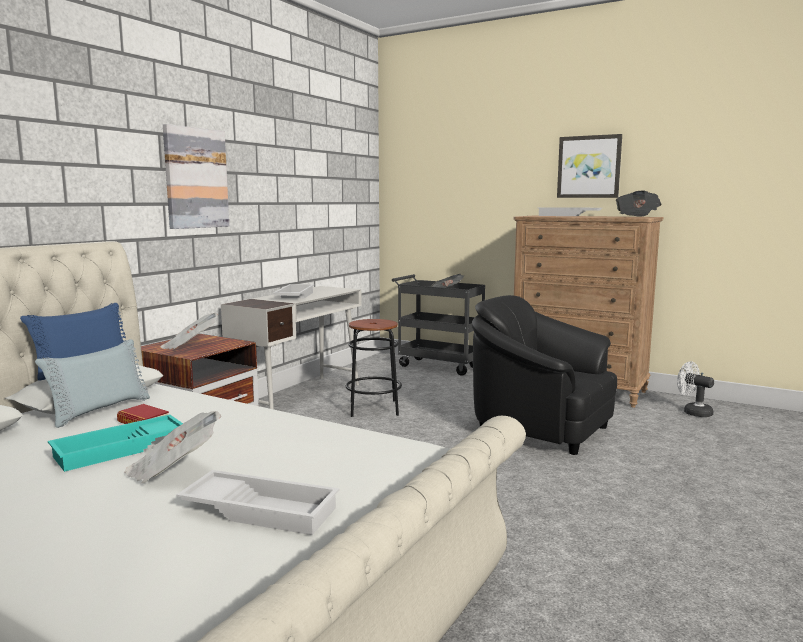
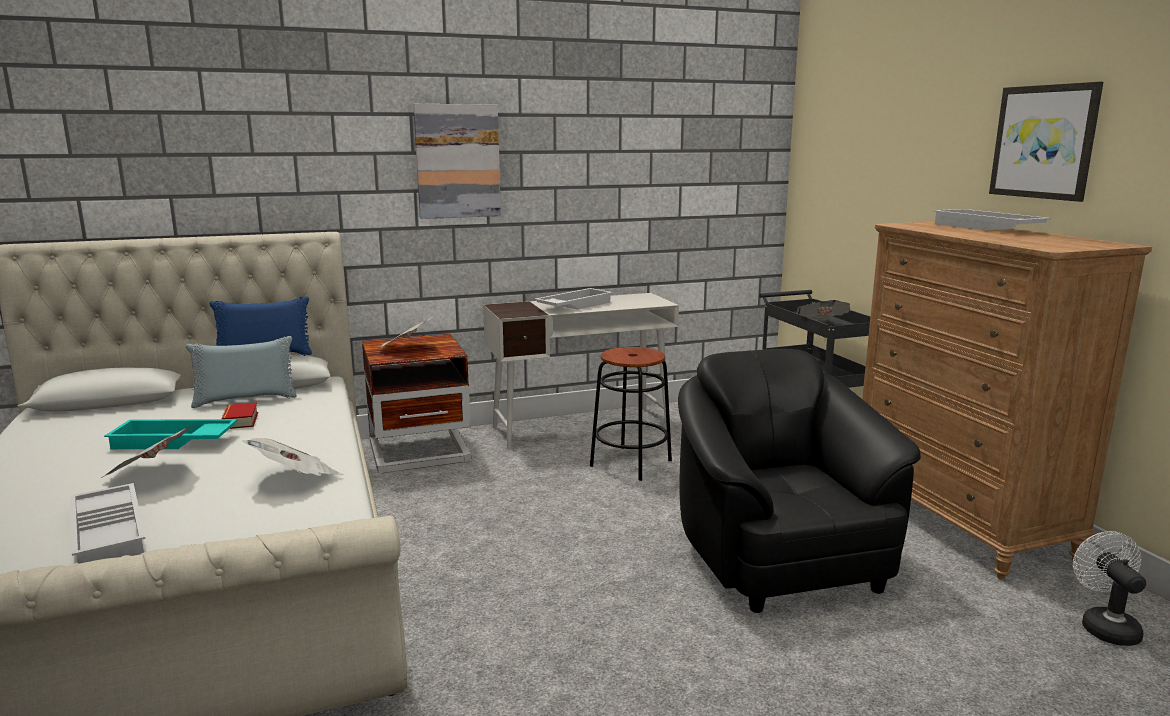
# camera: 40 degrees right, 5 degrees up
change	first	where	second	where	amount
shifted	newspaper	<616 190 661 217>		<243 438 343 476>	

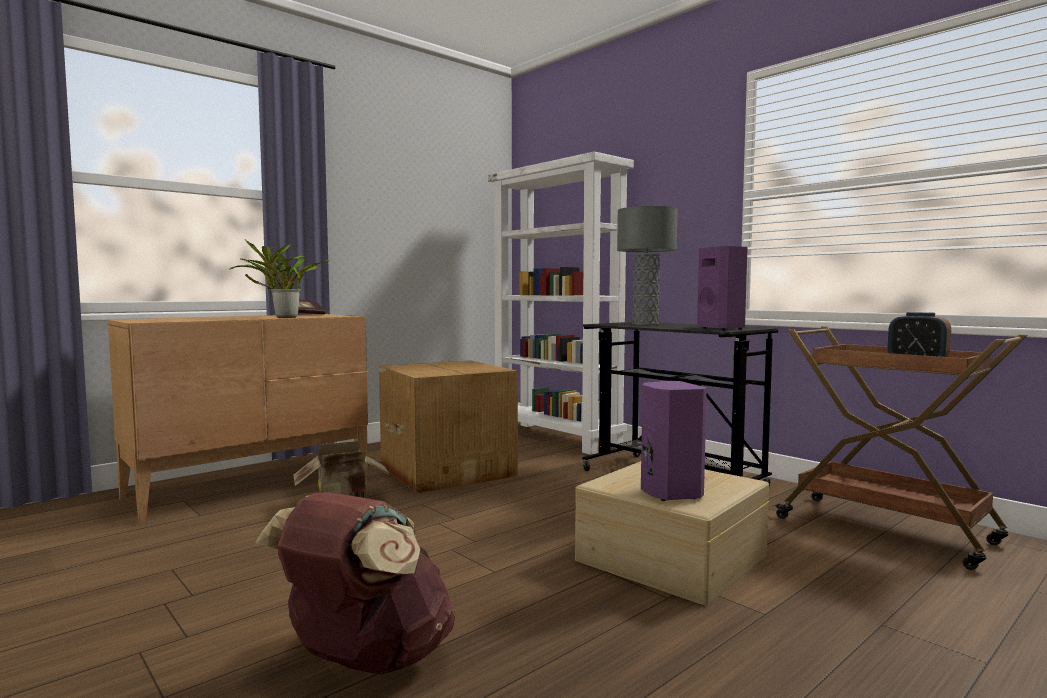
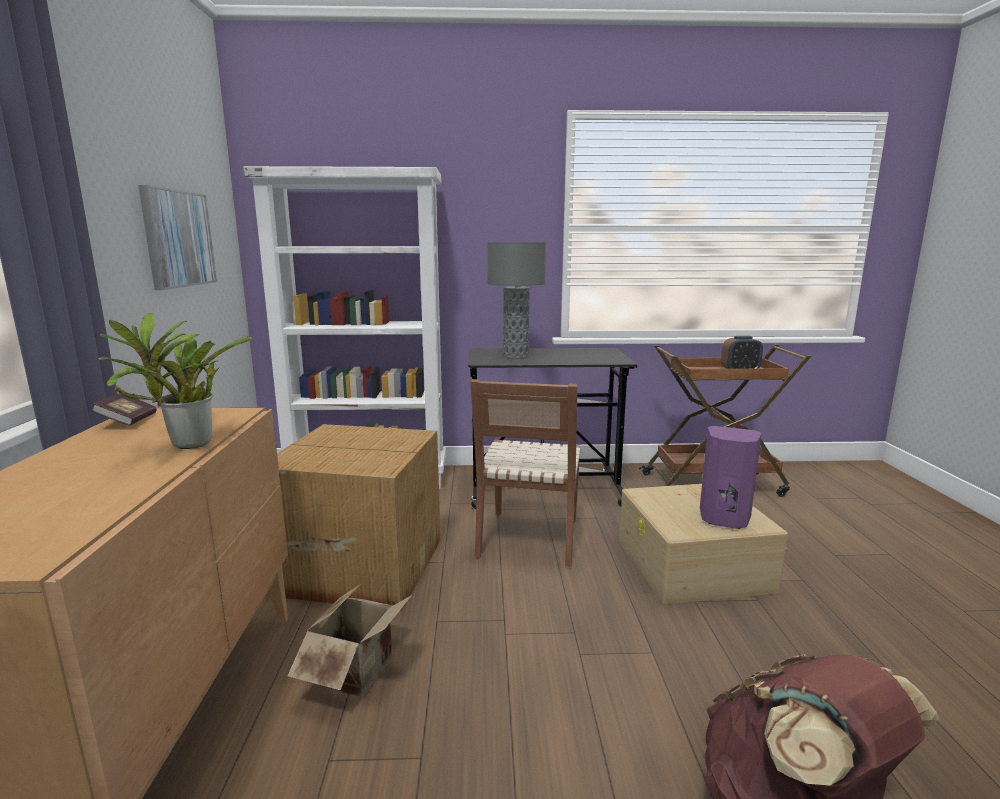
# camera: 50 degrees left, 10 degrees up
change	first	where	second	where	amount
gone	speaker/purple	<697 246 748 330>			
new			picture	<138 185 217 290>	
new			chair	<470 379 580 567>	

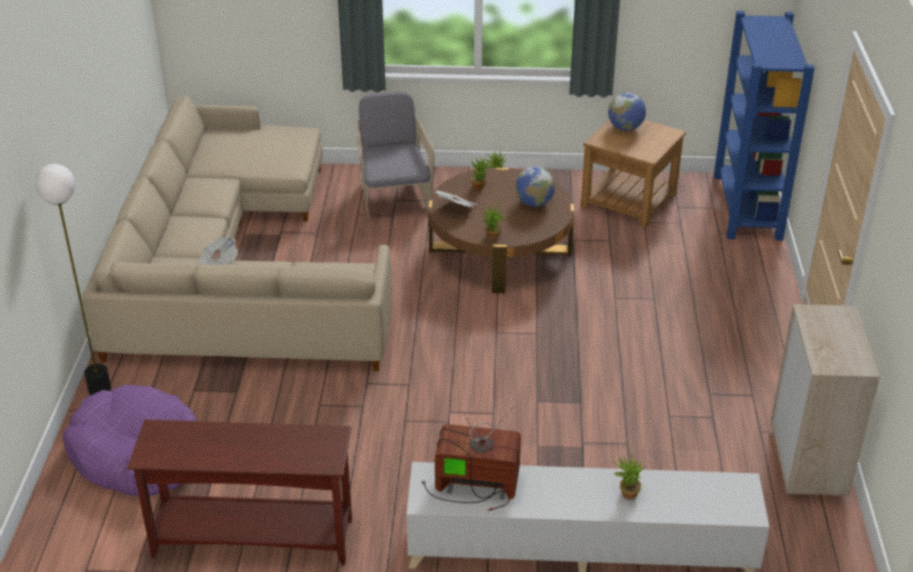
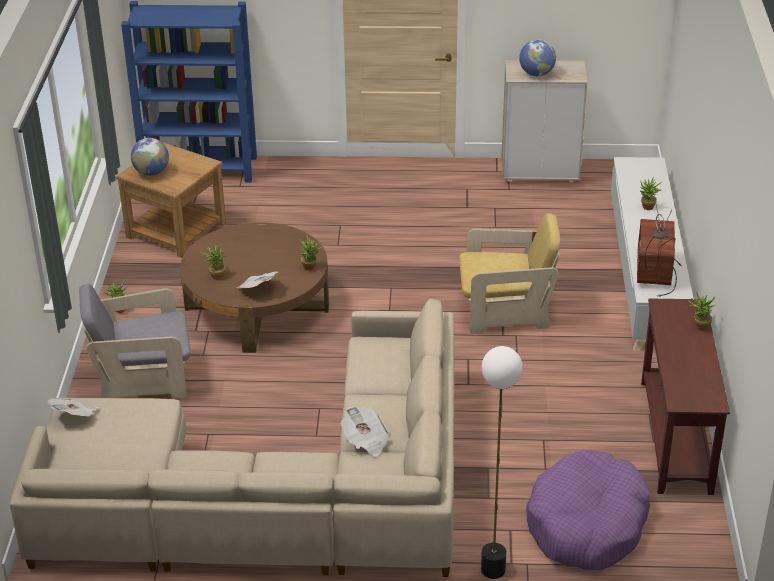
# camera: 90 degrees left, 0 degrees up
change	first	where	second	where	amount
shifted	globe	<515 167 555 207>		<519 39 556 76>	
new			newspaper	<47 398 99 417>	
new			armchair/yellow	<459 213 560 334>	
new			potted plant	<688 291 716 331>	

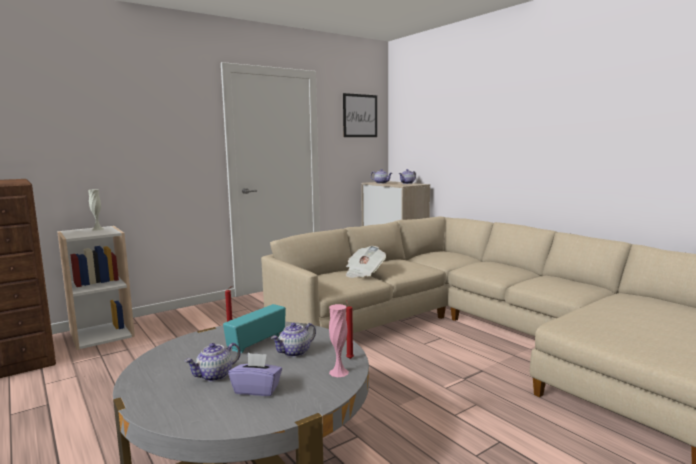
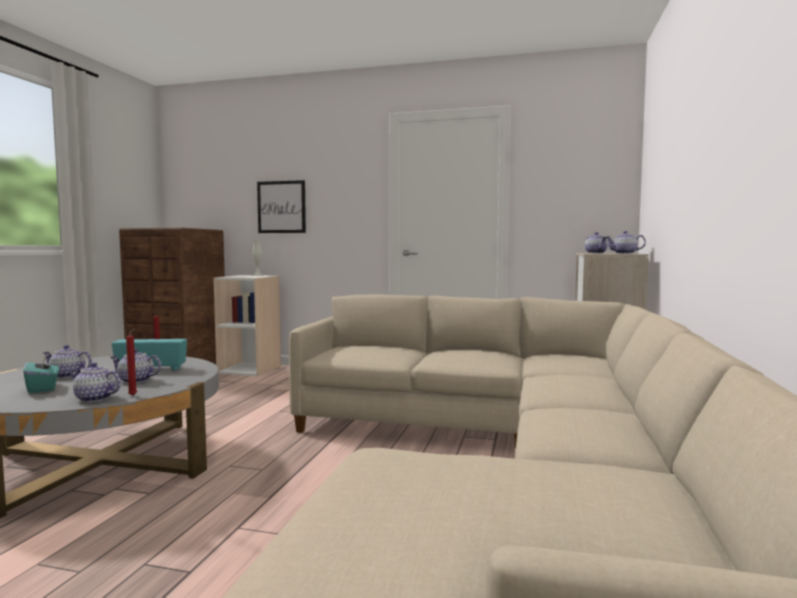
# camera: 50 degrees right, 5 degrees down
change	first	where	second	where	amount
repainted	tissue box/purple	<228 353 282 396>	tissue box/turquoise	<23 353 59 393>	
swapped	vase/pink	<329 304 349 377>	teapot	<69 362 121 402>	
shifted	picture	<343 93 377 137>		<257 180 306 233>	
gone	newspaper	<346 246 386 278>			

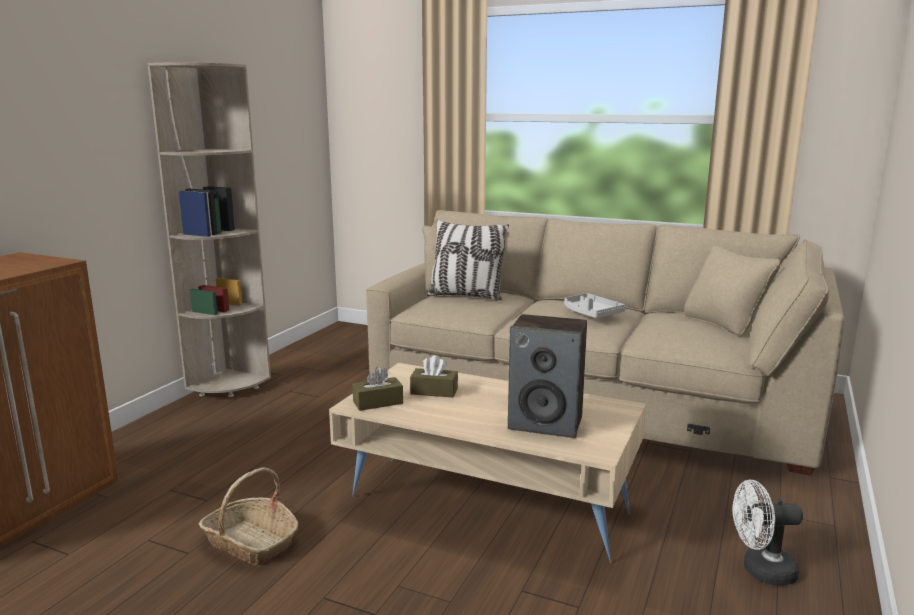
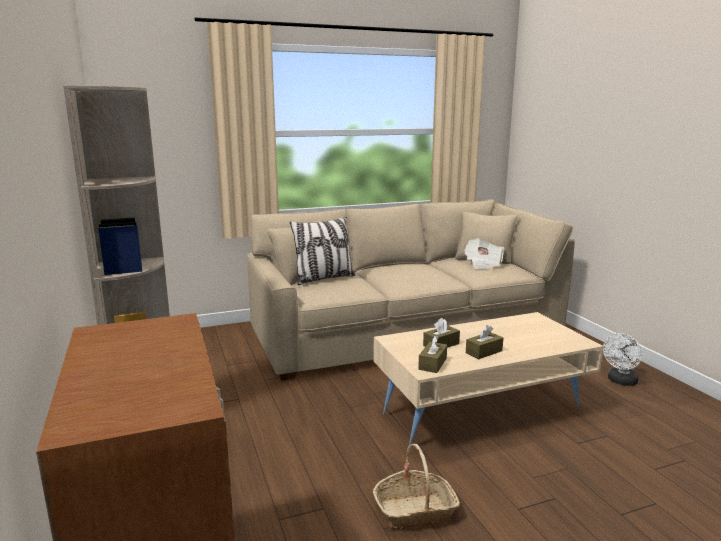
# camera: 45 degrees left, 0 degrees up
change	first	where	second	where	amount
gone	speaker	<508 314 587 438>			
gone	tray/grey	<564 293 626 318>			
new			newspaper	<464 238 505 269>	
new			tissue box/brown	<466 325 503 359>	

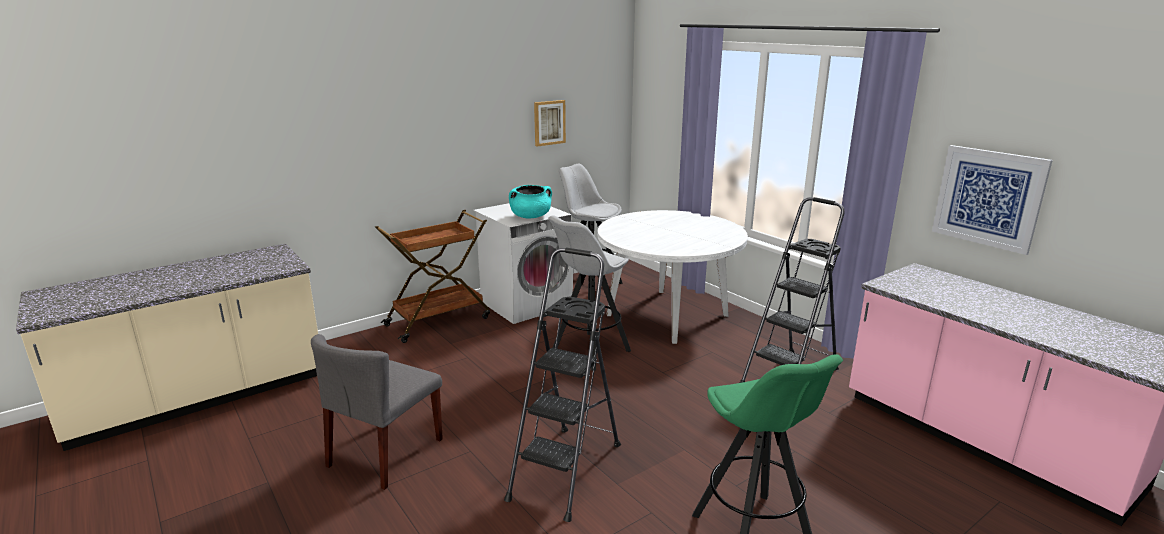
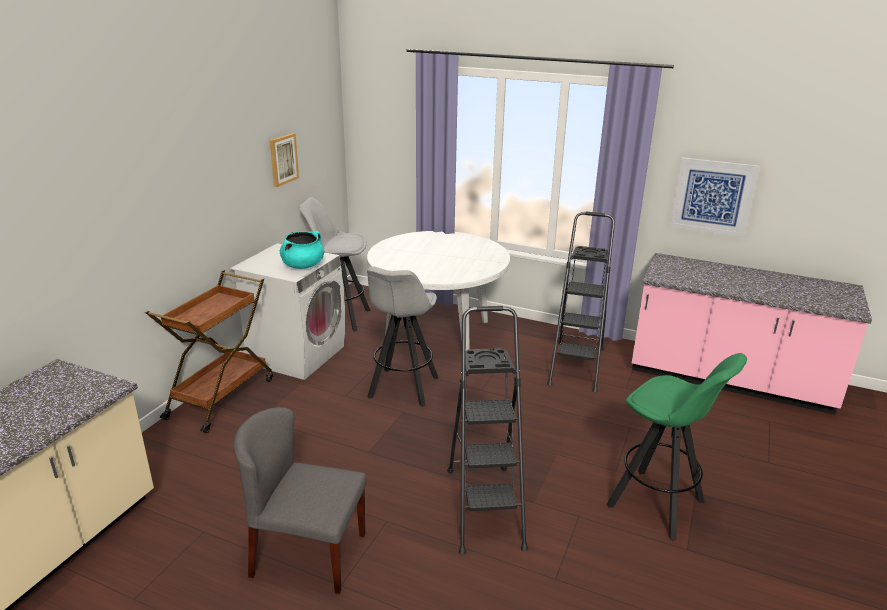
# camera: 30 degrees left, 5 degrees up
change	first	where	second	where	amount
rotated	chair/grey	<311 334 443 490>		<234 407 366 594>	105 degrees clockwise

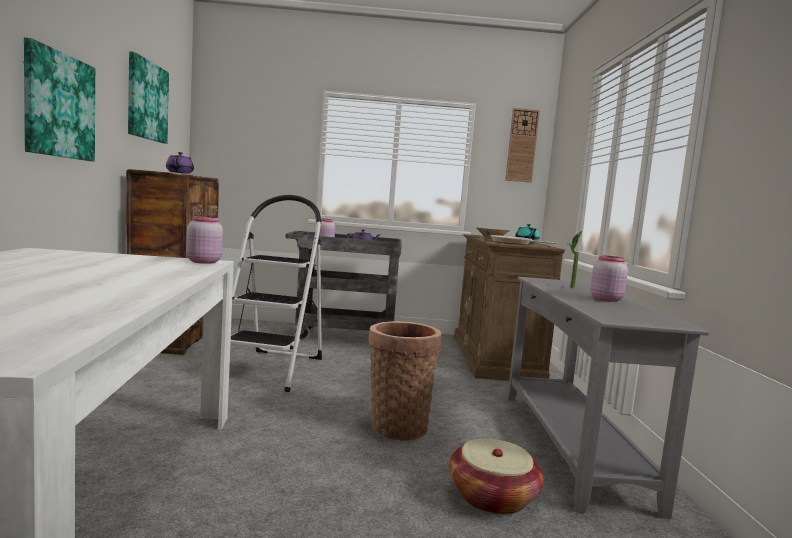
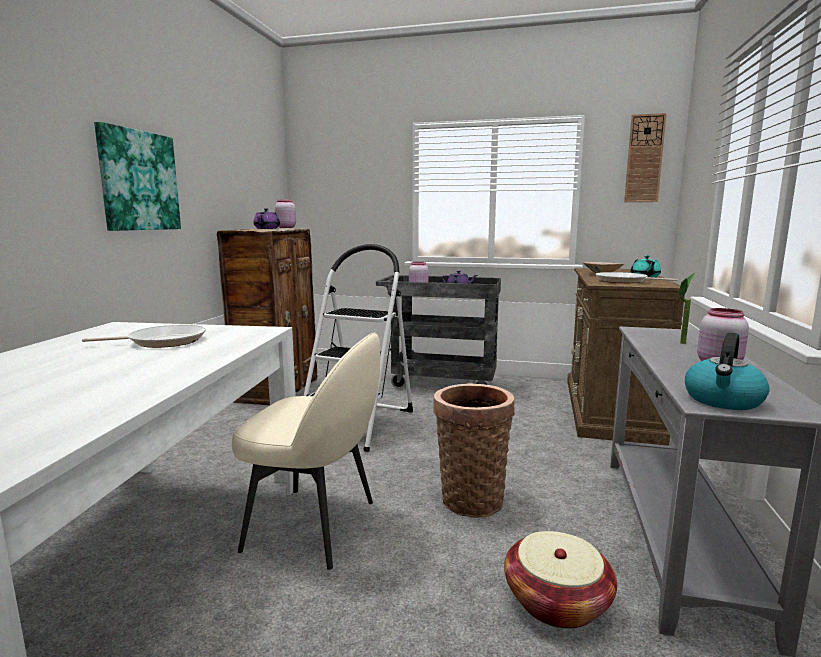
# camera: 15 degrees right, 5 degrees up
change	first	where	second	where	amount
gone	picture	<128 51 169 144>			
shifted	jar/pink	<186 216 223 264>		<275 200 296 228>	
new			frying pan	<82 325 206 348>	
new			chair/beige	<232 332 380 570>	
new			kettle	<685 332 770 410>	

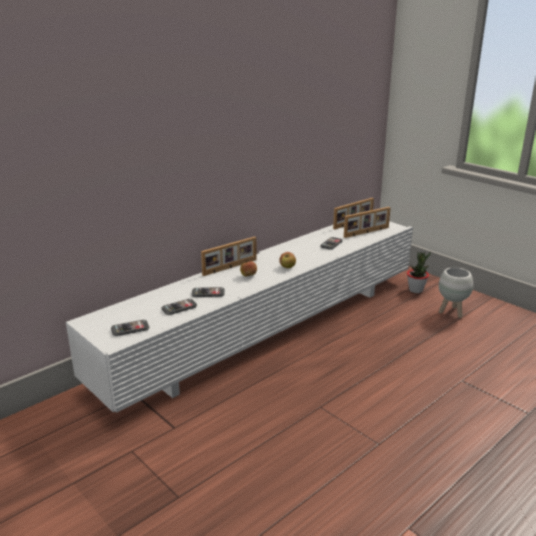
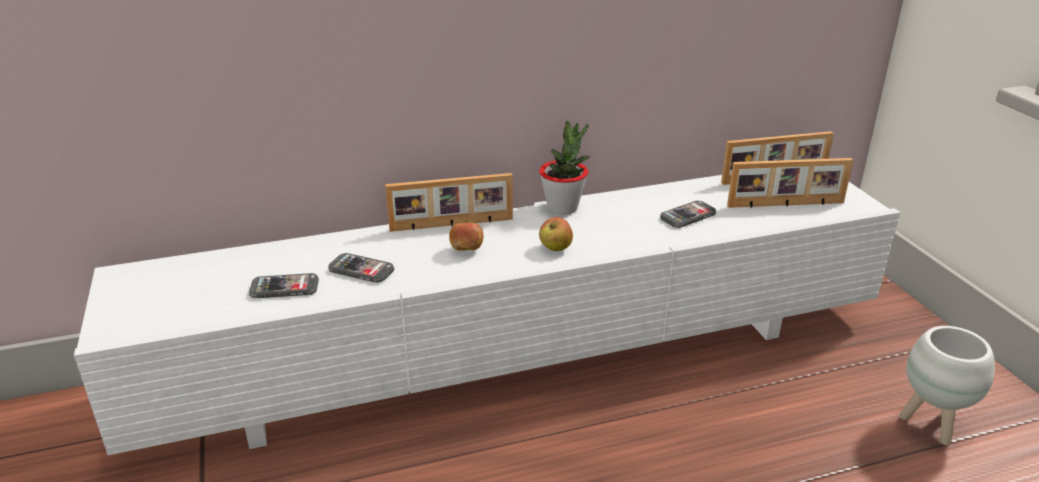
# camera: 25 degrees right, 5 degrees up
change	first	where	second	where	amount
gone	phone	<111 320 149 336>			
shifted	potted plant	<407 252 431 293>		<539 121 590 215>	

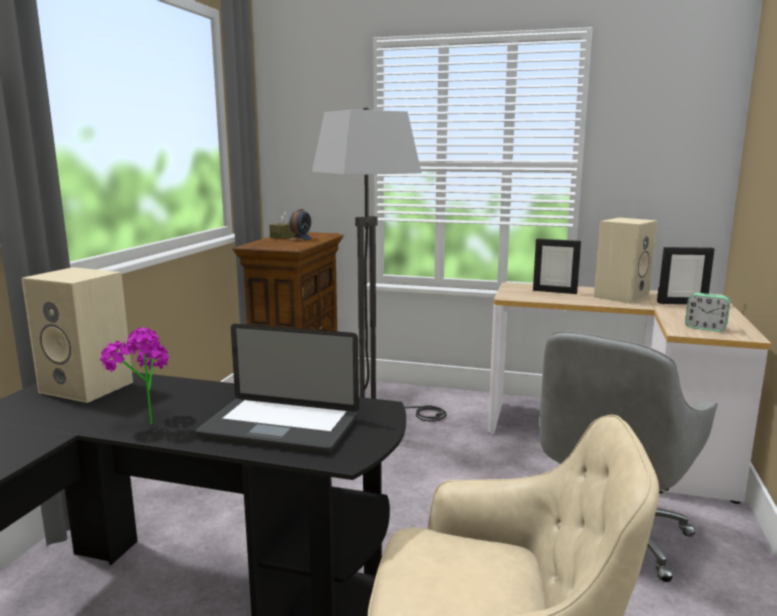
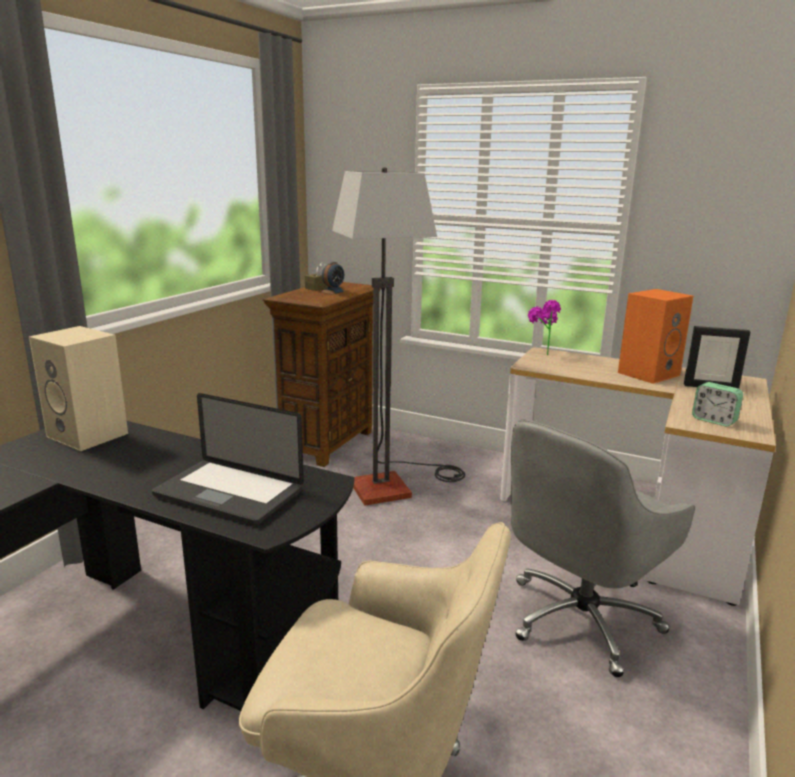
# camera: 10 degrees right, 5 degrees up
change	first	where	second	where	amount
shifted	potted plant	<100 327 169 425>		<528 300 561 355>	
gone	picture frame	<533 239 581 294>			
repainted	speaker/beige	<594 218 657 304>	speaker/orange	<618 289 693 384>	

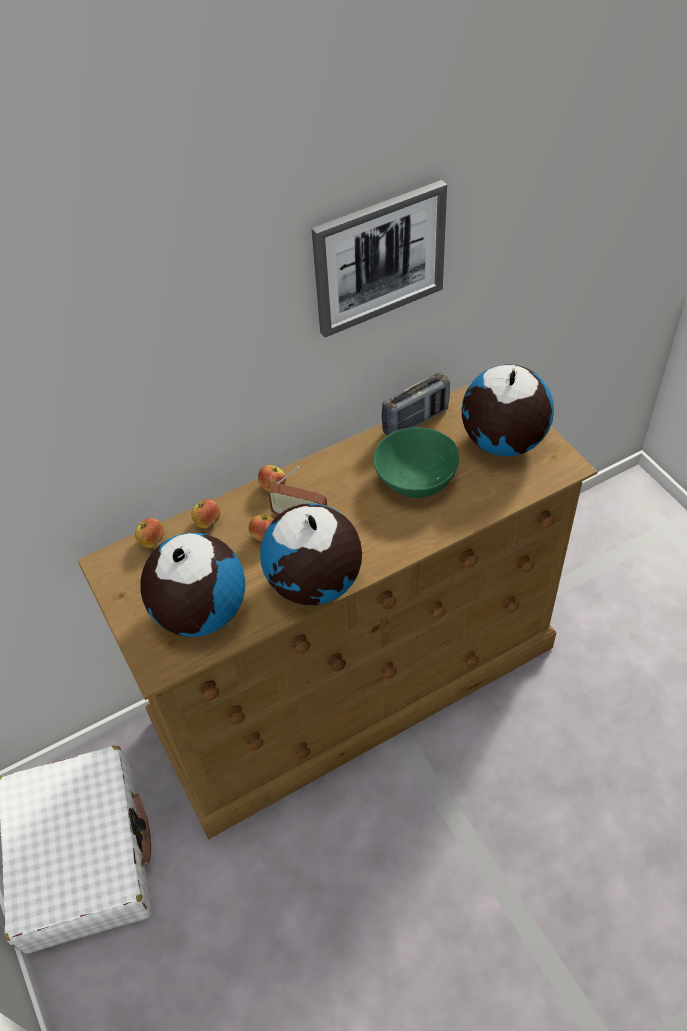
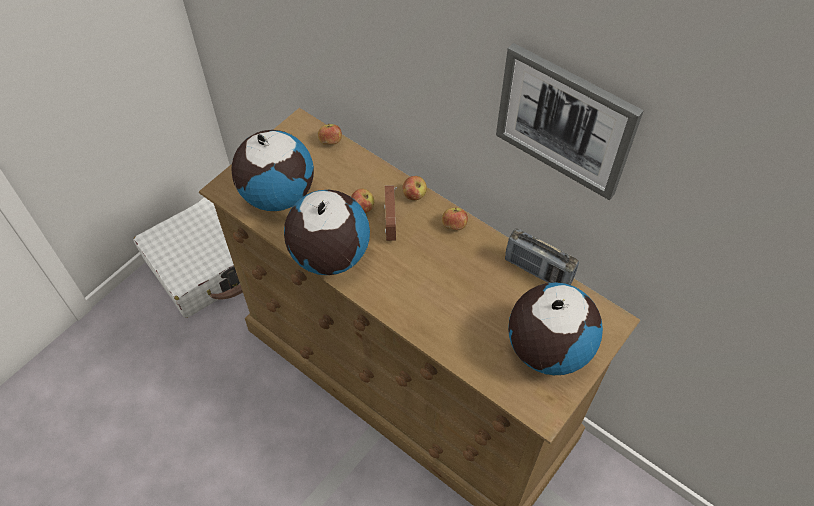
# camera: 65 degrees right, 5 degrees up
change	first	where	second	where	amount
shifted	apple	<191 499 220 529>		<442 208 468 230>	
gone	bowl/green	<373 427 459 498>			

